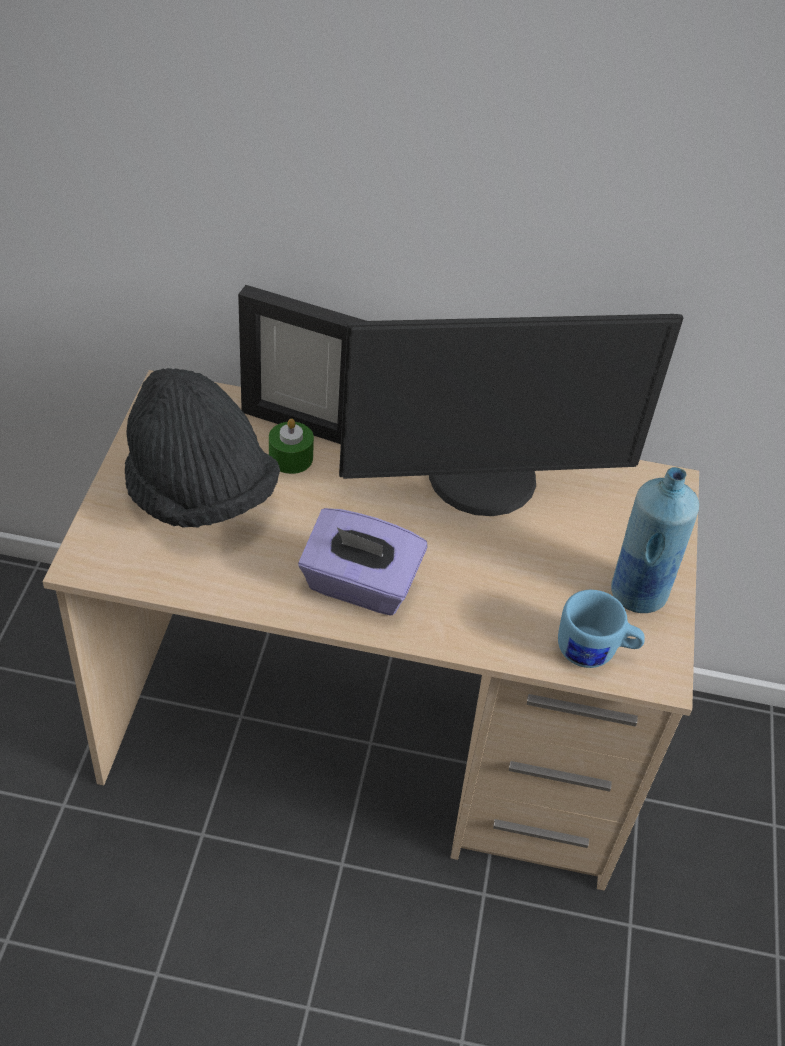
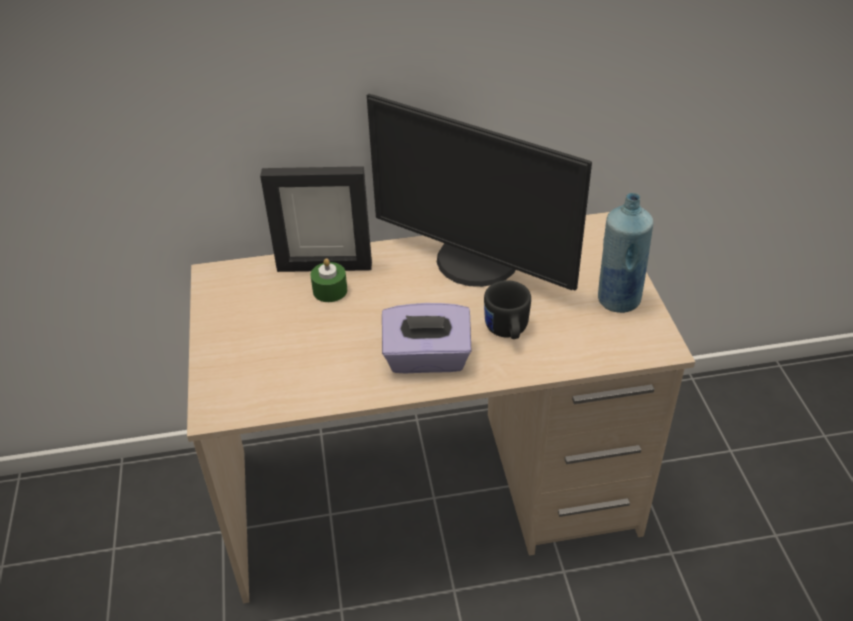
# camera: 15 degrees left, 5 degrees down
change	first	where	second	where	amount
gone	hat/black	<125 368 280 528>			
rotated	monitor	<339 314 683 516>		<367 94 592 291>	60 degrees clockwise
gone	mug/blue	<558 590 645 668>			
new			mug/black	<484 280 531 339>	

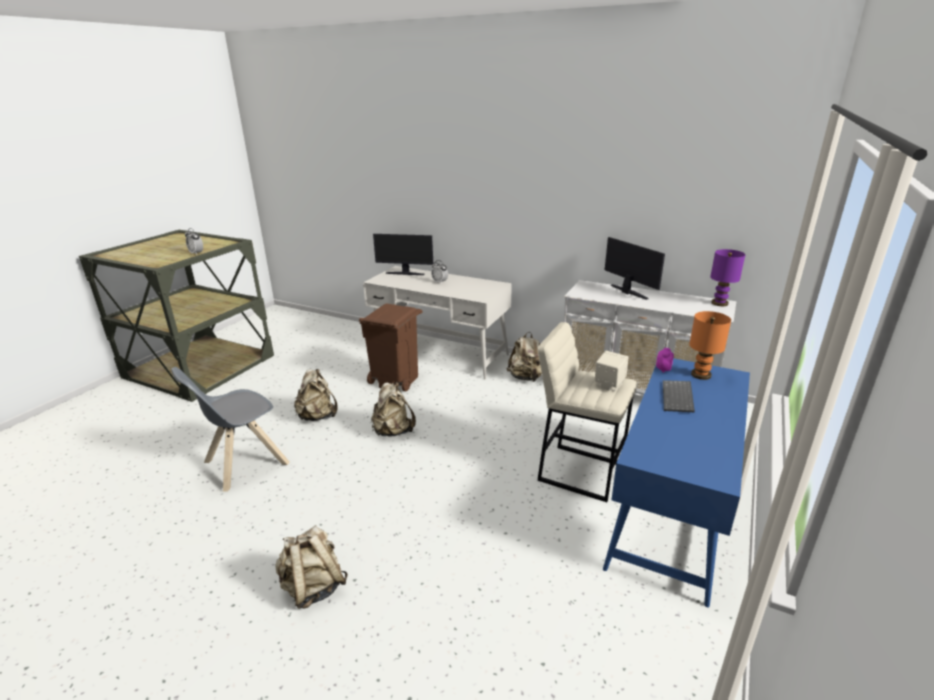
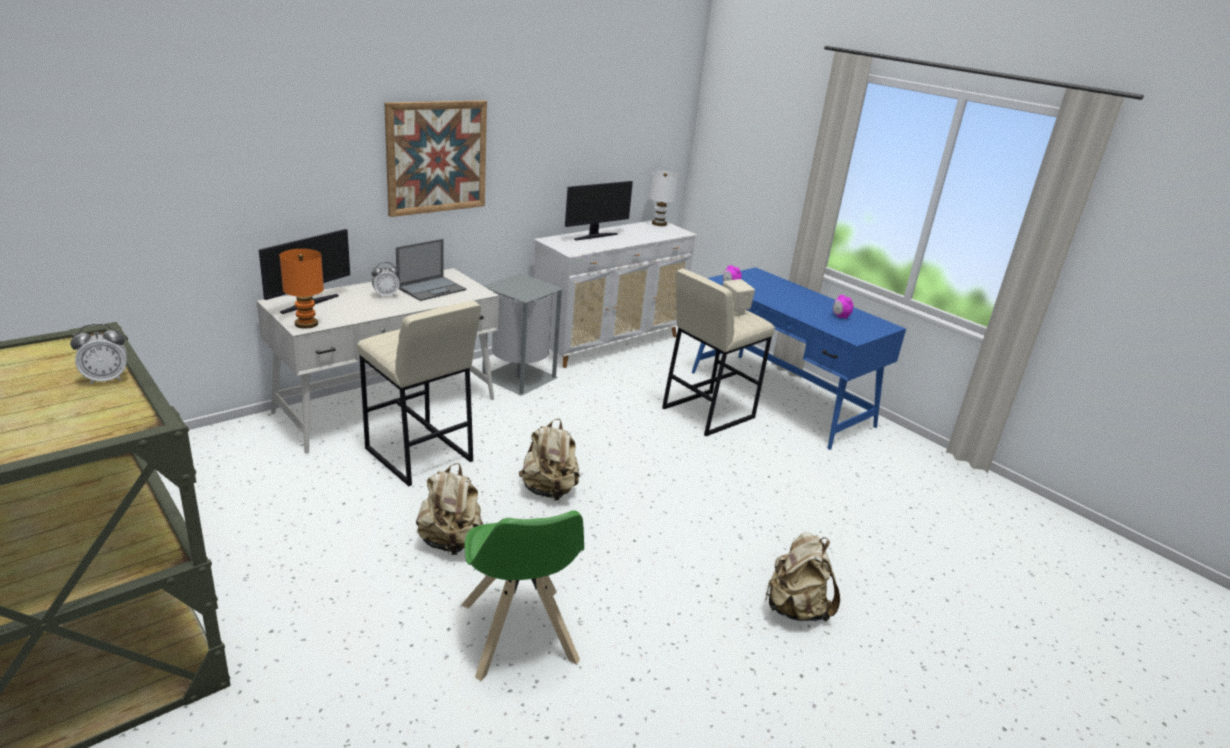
# camera: 70 degrees left, 0 degrees up
change	first	where	second	where	amount
repainted	chair/grey	<171 367 290 492>	chair/green	<462 510 584 681>	
swapped	trash can/brown	<359 303 422 391>	stool/beige	<357 301 481 486>	
swapped	backpack/beige	<506 332 542 382>	trash can/grey	<482 273 564 396>	
rotated	monitor	<605 237 665 300>		<565 181 633 240>	150 degrees clockwise
gone	keyboard	<663 380 695 412>			
shifted	table lamp/orange	<689 311 731 380>		<279 249 324 329>	
repainted	table lamp/purple	<710 249 746 306>	table lamp/white	<649 171 679 226>	
new			picture	<384 100 487 217>	
new			laptop	<396 239 466 301>	
new			alarm clock	<833 295 853 319>	

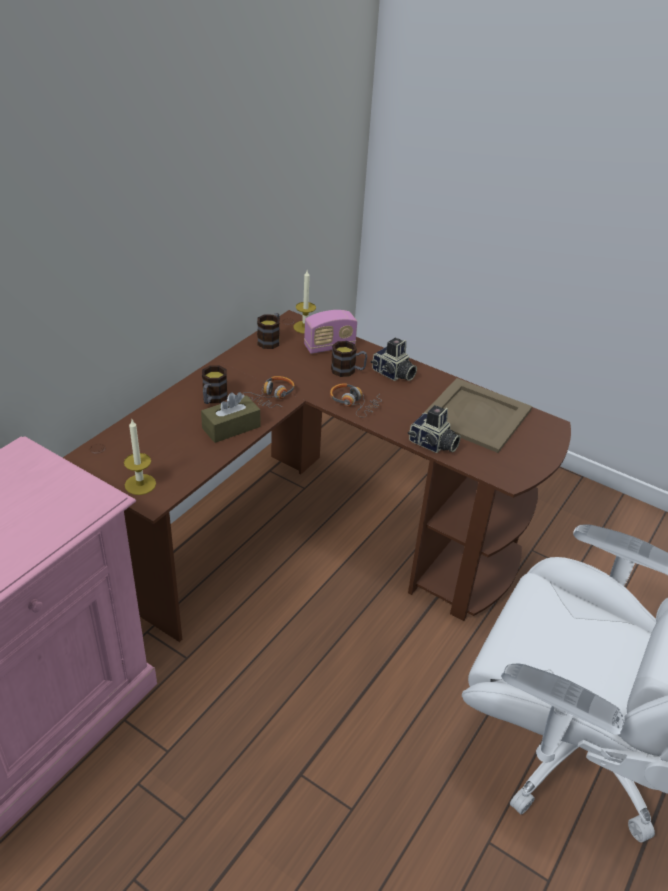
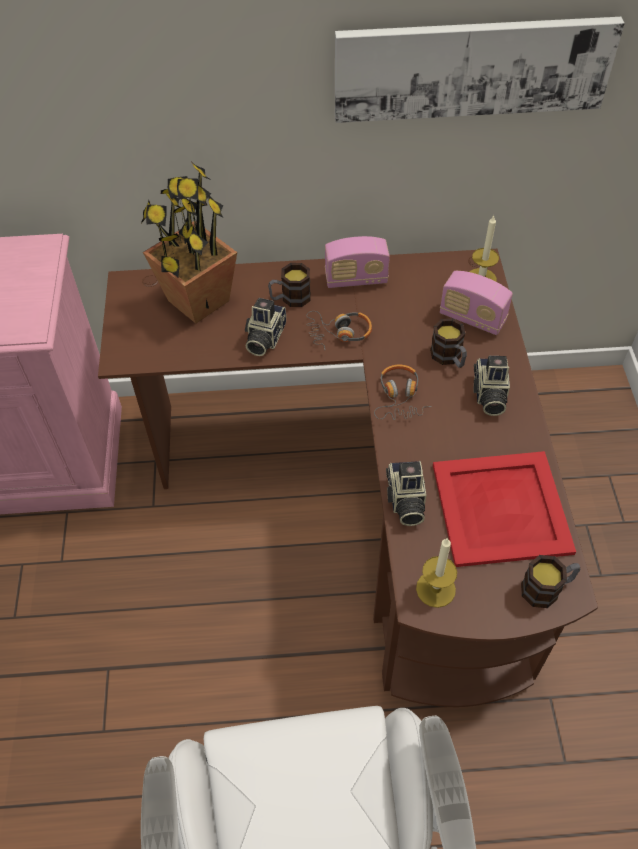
# camera: 55 degrees right, 15 degrees up
change	first	where	second	where	amount
shifted	candle	<124 420 156 495>		<416 538 457 608>	
swapped	tissue box/brown	<201 392 260 443>	photo camera	<245 298 286 356>	
shifted	mug	<257 313 280 349>		<521 555 581 608>	
repainted	tray/beige	<424 378 532 453>	tray/red	<433 451 576 567>	
new			potted plant	<141 162 237 324>	
new			radio	<325 236 390 288>	
new			picture	<335 17 625 123>	

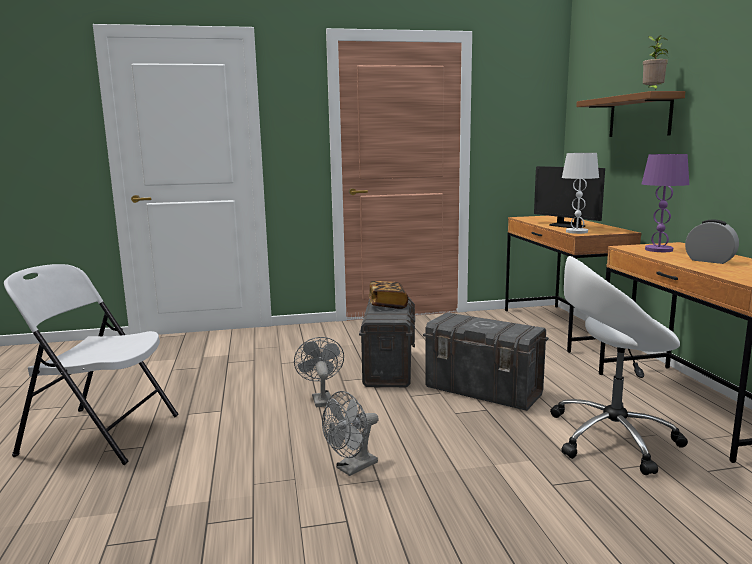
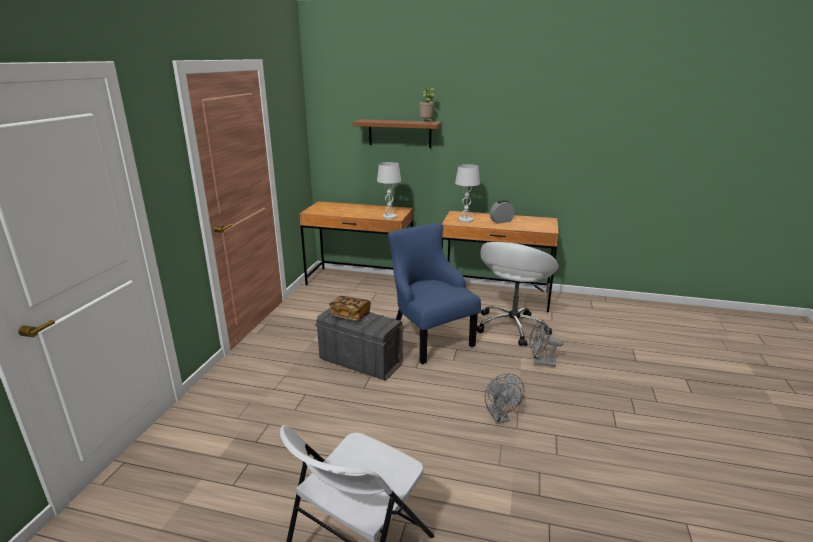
# camera: 65 degrees left, 10 degrees up
change	first	where	second	where	amount
shifted	fan/grey	<294 337 344 407>		<529 320 564 367>	
swapped	storage box/grey	<423 312 549 411>	chair/blue	<388 223 481 364>	
gone	monitor	<534 166 605 228>			
repainted	table lamp/purple	<642 154 689 252>	table lamp/white	<455 164 480 223>	

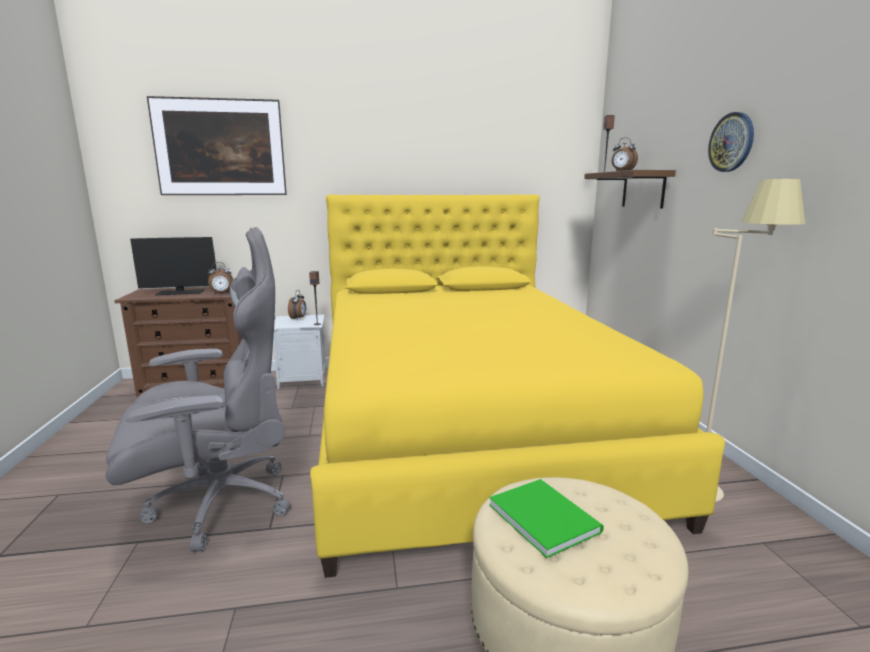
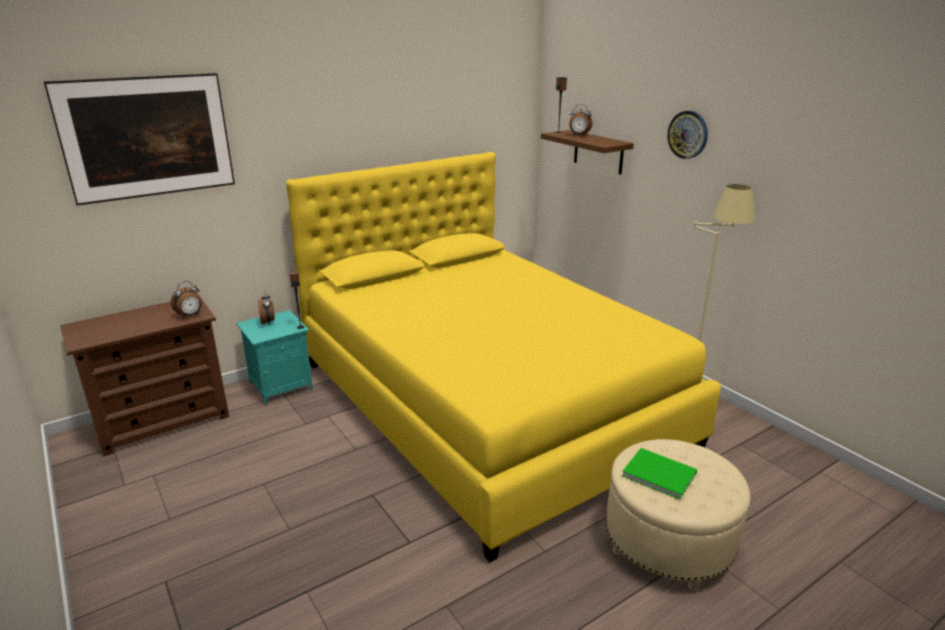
# camera: 25 degrees left, 10 degrees up
change	first	where	second	where	amount
gone	office chair/grey	<106 227 291 552>			
gone	monitor	<130 237 216 295>			
repainted	nightstand/grey	<273 314 326 389>	nightstand/turquoise	<236 310 313 405>	

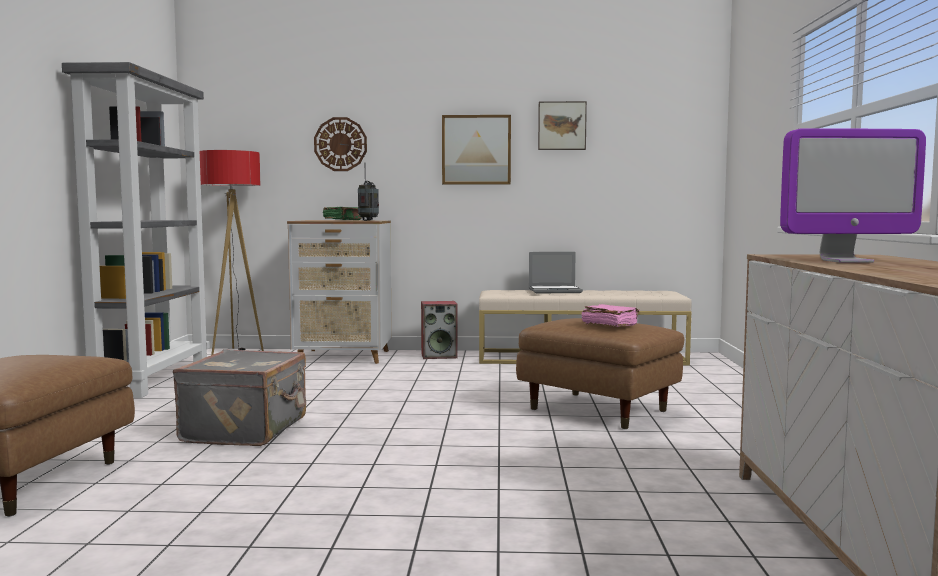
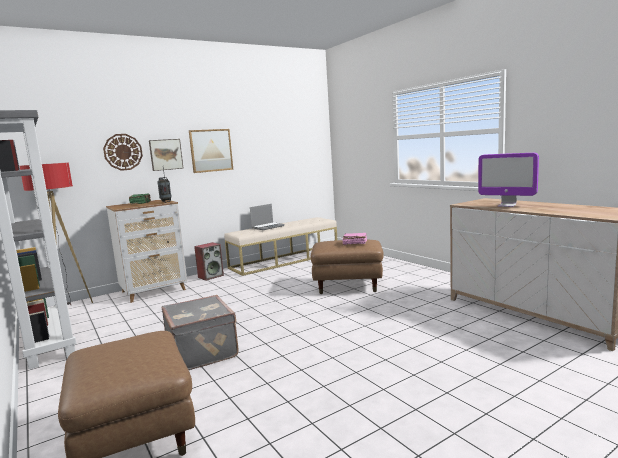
# camera: 35 degrees left, 5 degrees up
change	first	where	second	where	amount
shifted	picture	<538 101 587 150>		<149 139 183 171>	
rotated	monitor	<780 128 926 263>		<478 153 539 207>	75 degrees clockwise

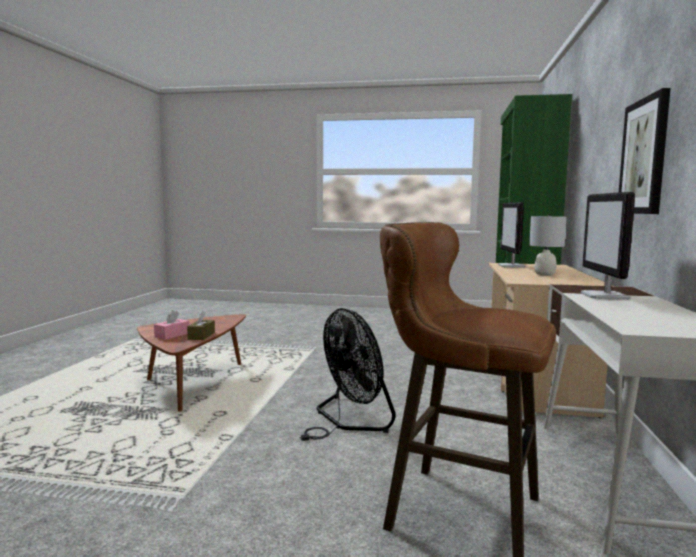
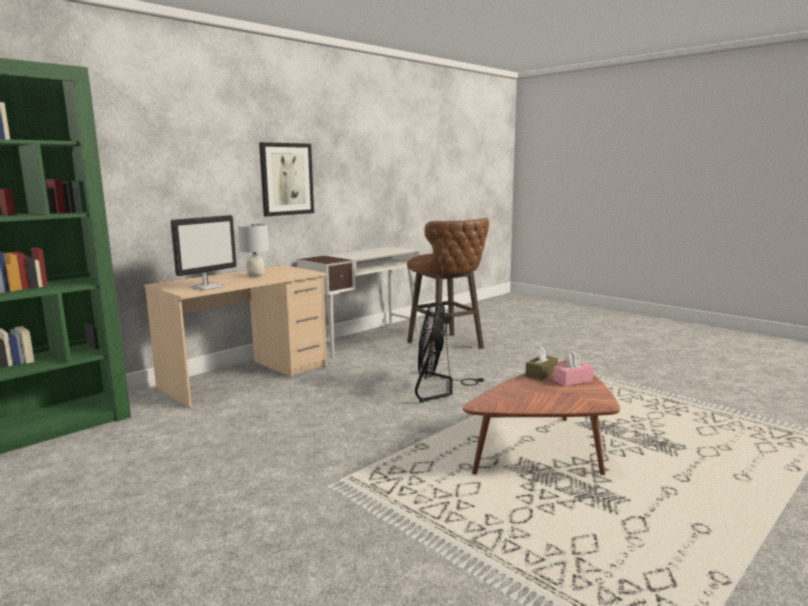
# camera: 145 degrees left, 5 degrees up
change	first	where	second	where	amount
gone	monitor	<581 192 635 300>			

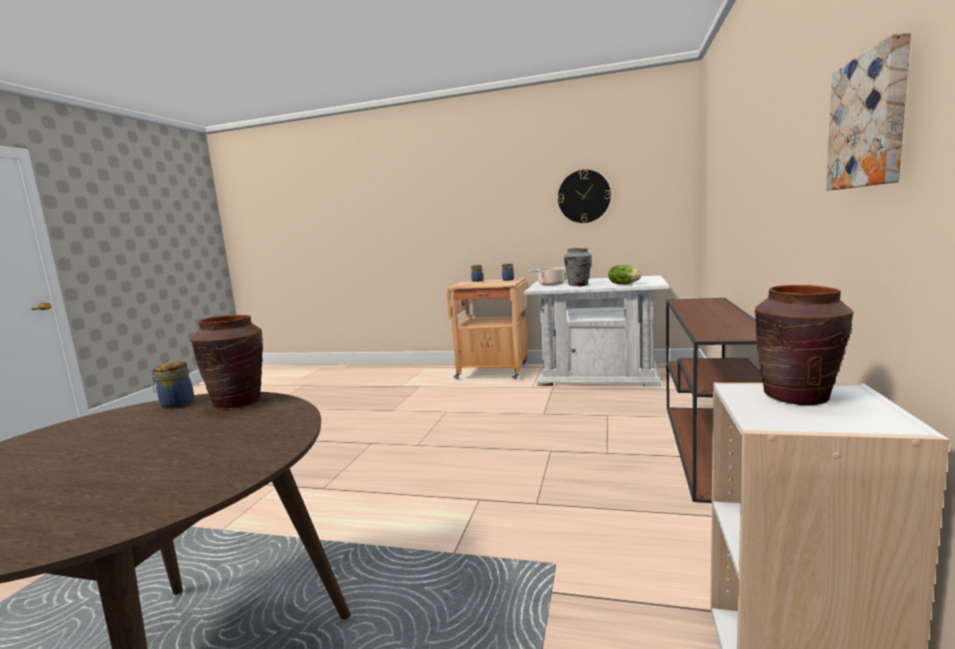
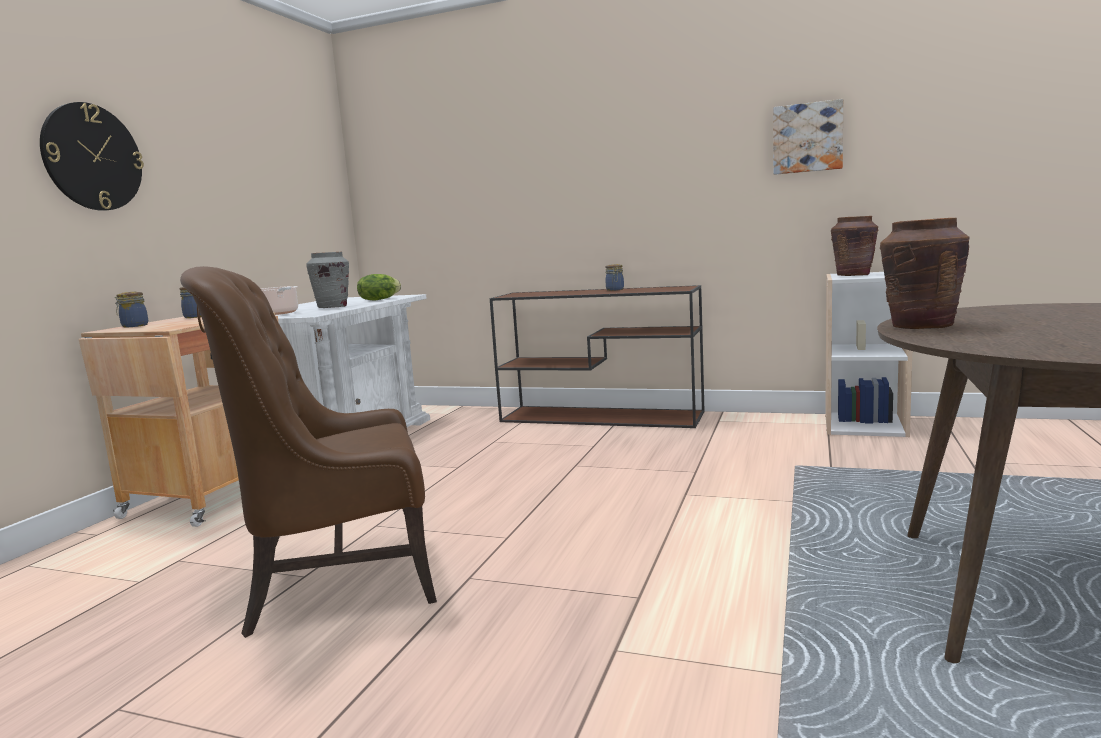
# camera: 85 degrees left, 0 degrees up
change	first	where	second	where	amount
shifted	jar	<151 361 194 409>		<605 264 624 291>	
shifted	wall clock	<558 170 611 223>		<40 102 144 211>	
new			chair/brown	<180 266 437 638>	

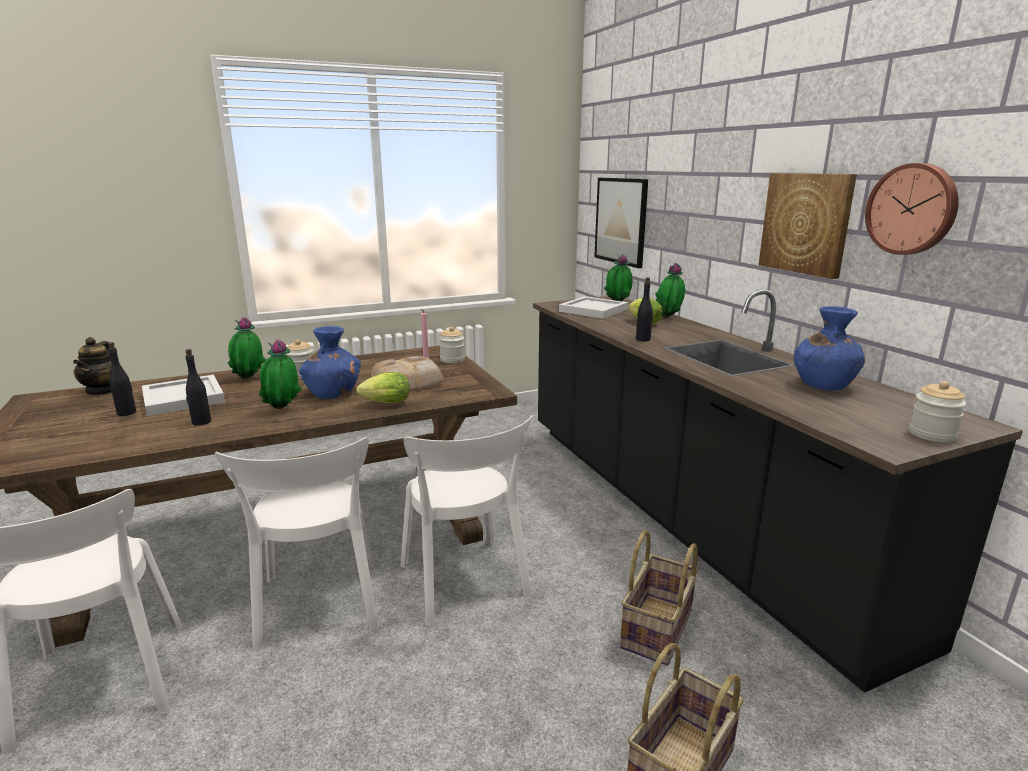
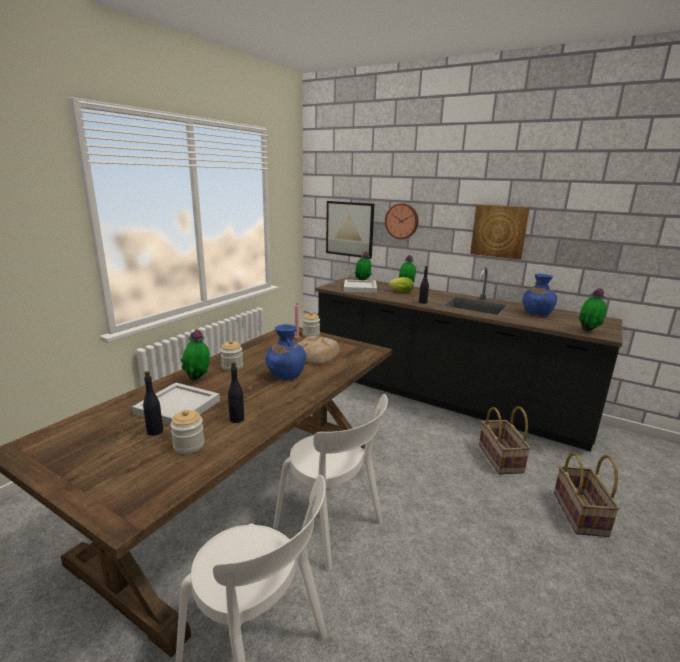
# camera: 35 degrees left, 0 degrees up
change	first	where	second	where	amount
gone	teapot	<73 337 112 395>			
shifted	potted plant	<259 340 302 409>		<579 288 607 331>	
gone	lettuce	<356 372 409 403>			
gone	chair/white	<401 415 533 626>			
shifted	wall clock	<865 163 959 255>		<385 203 418 239>	
shifted	jar	<909 381 966 442>		<170 410 205 454>	

